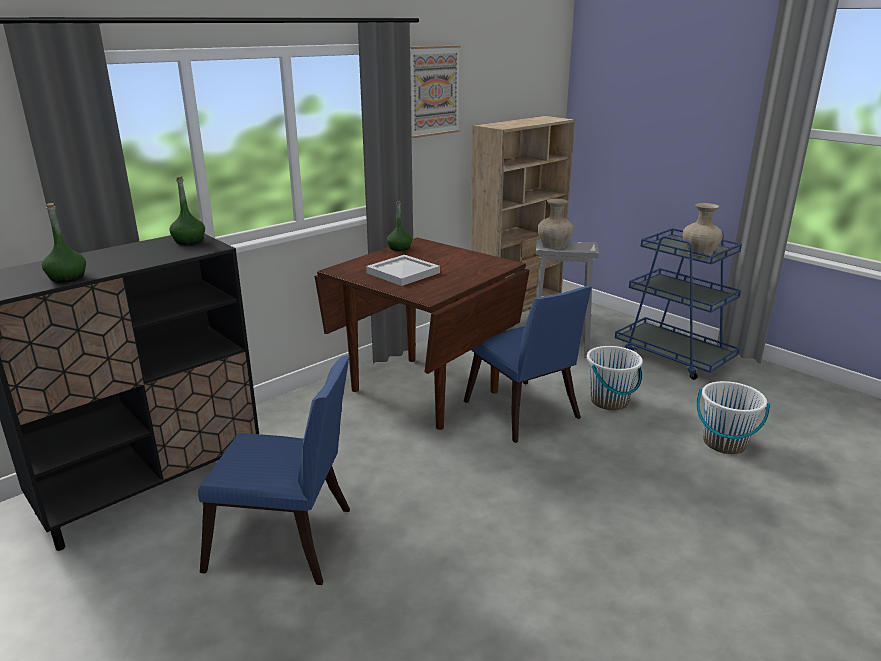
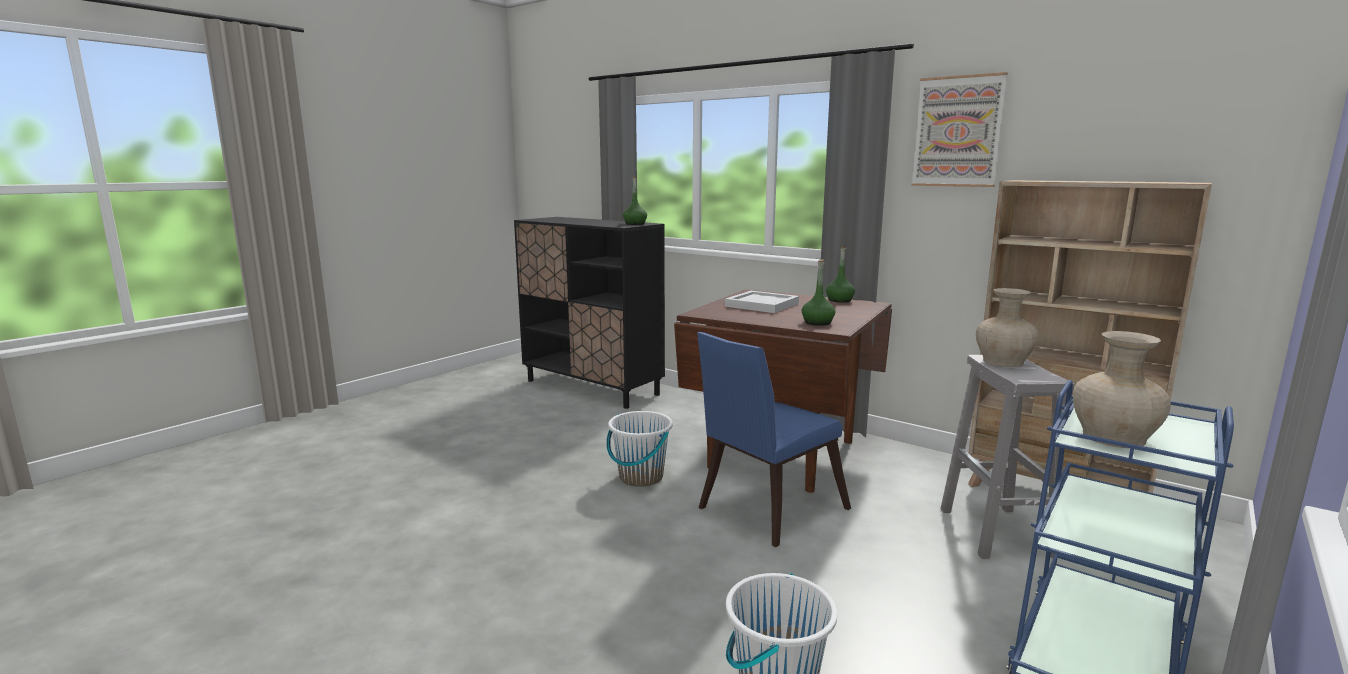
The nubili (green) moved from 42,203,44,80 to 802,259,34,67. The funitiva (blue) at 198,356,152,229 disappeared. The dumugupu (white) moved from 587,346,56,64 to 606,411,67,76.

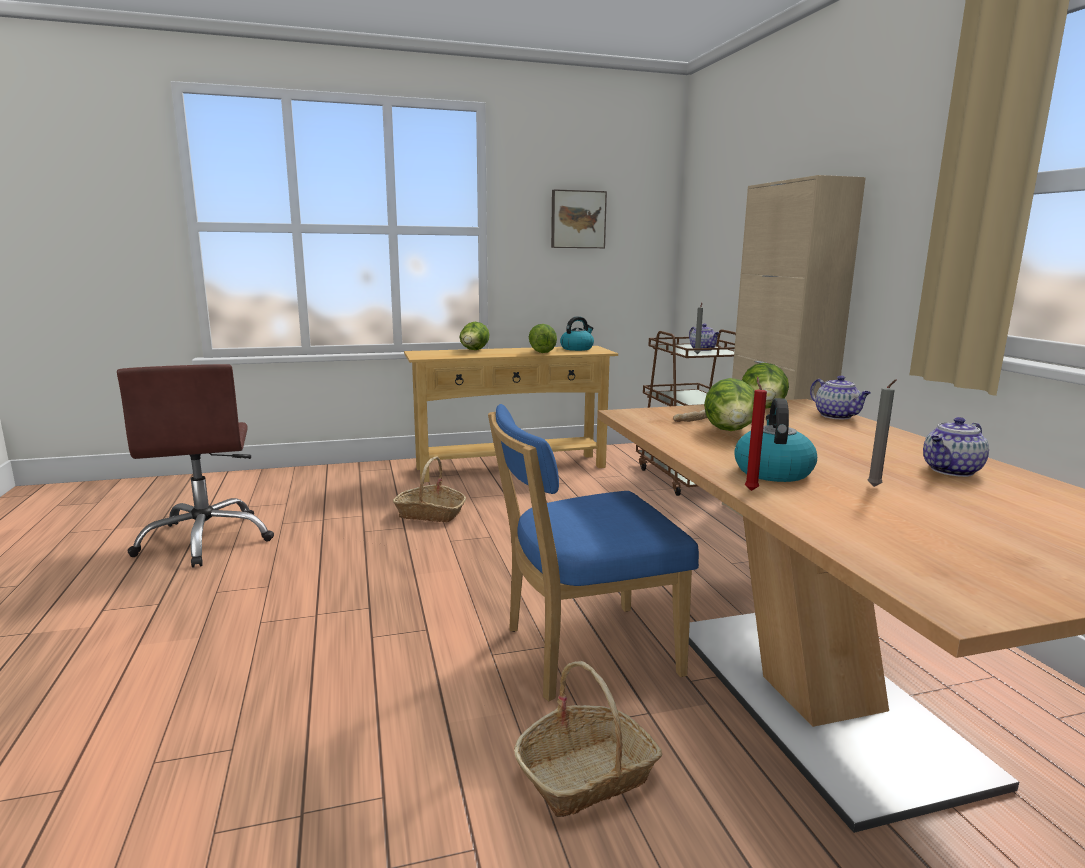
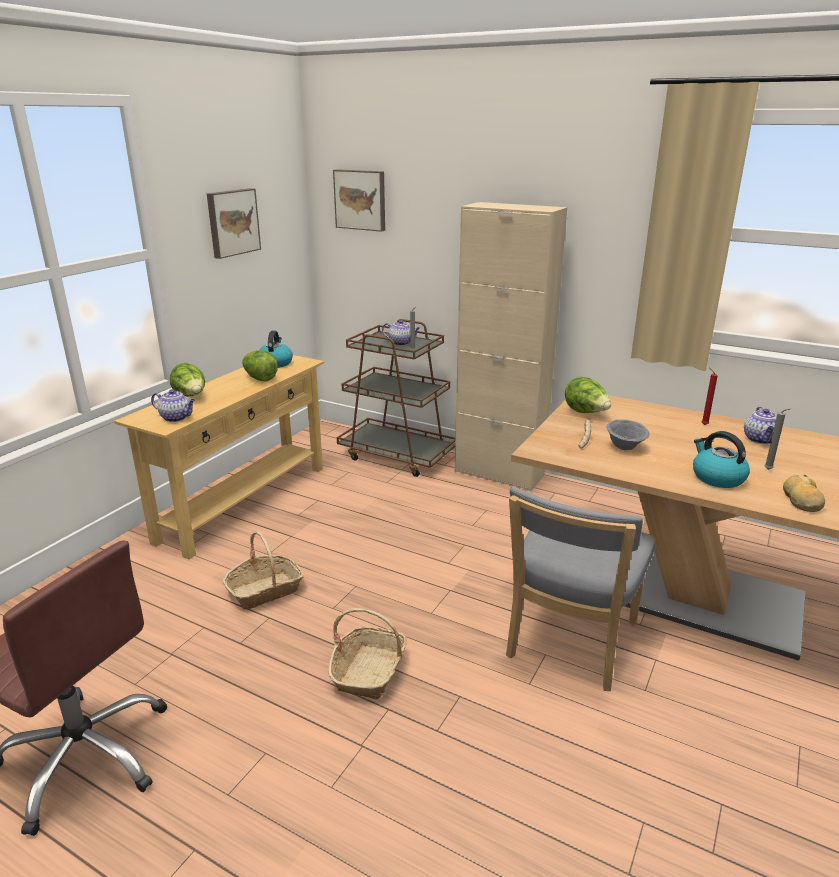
The funitiva (blue) at 488,404,211,297 became the funitiva (grey) at 506,487,149,204. The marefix moved from 514,661,148,156 to 328,608,79,91. The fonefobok at 704,378,51,53 was replaced by the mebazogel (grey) at 606,419,43,31. The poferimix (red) moved from 745,377,22,114 to 702,368,16,57. The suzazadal moved from 810,375,61,45 to 151,389,44,33. The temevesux at 333,169,52,63 appeared. The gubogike at 783,475,42,37 appeared.

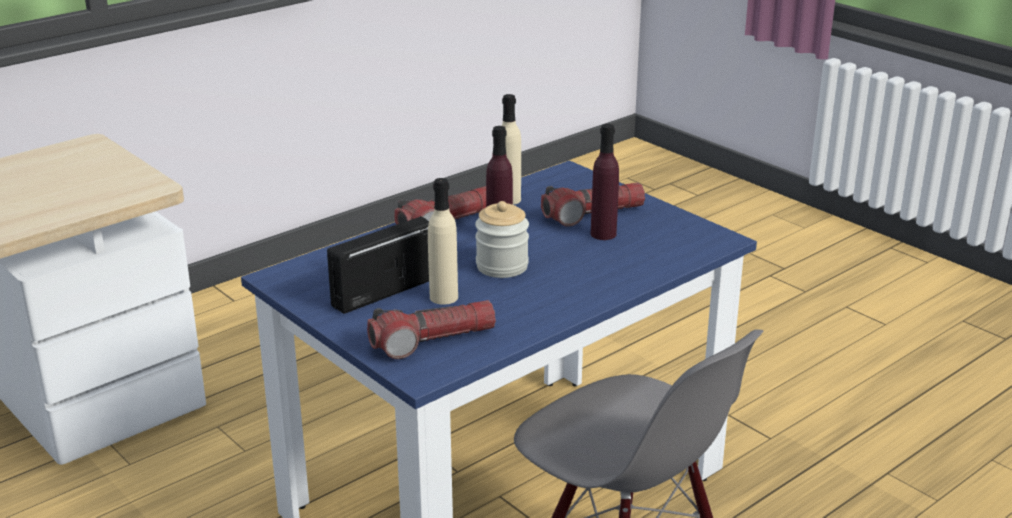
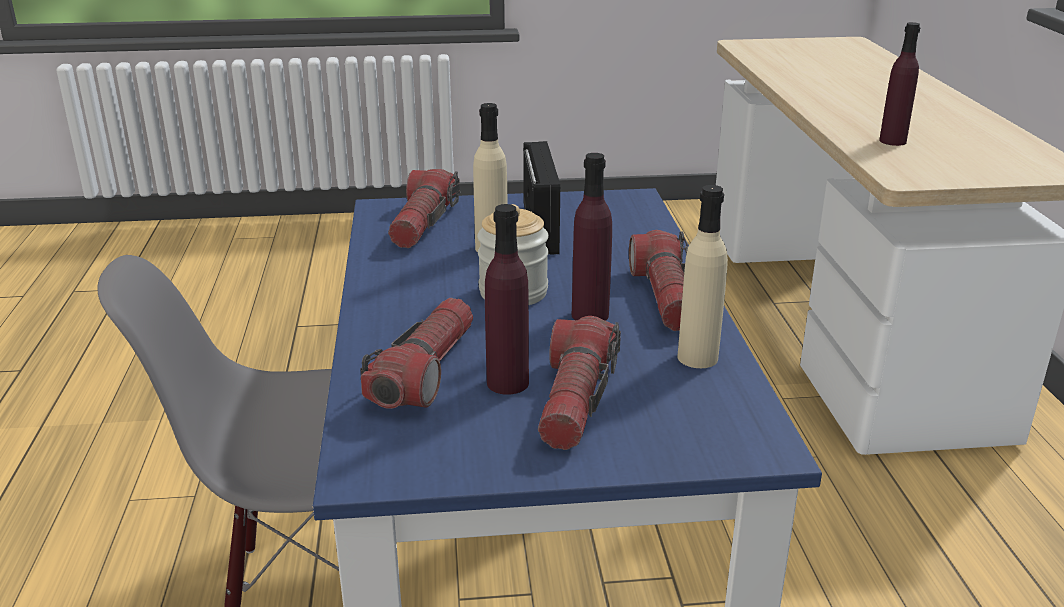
The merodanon at 361,298,112,111 appeared. The nubili (purple) at 879,22,41,124 appeared.

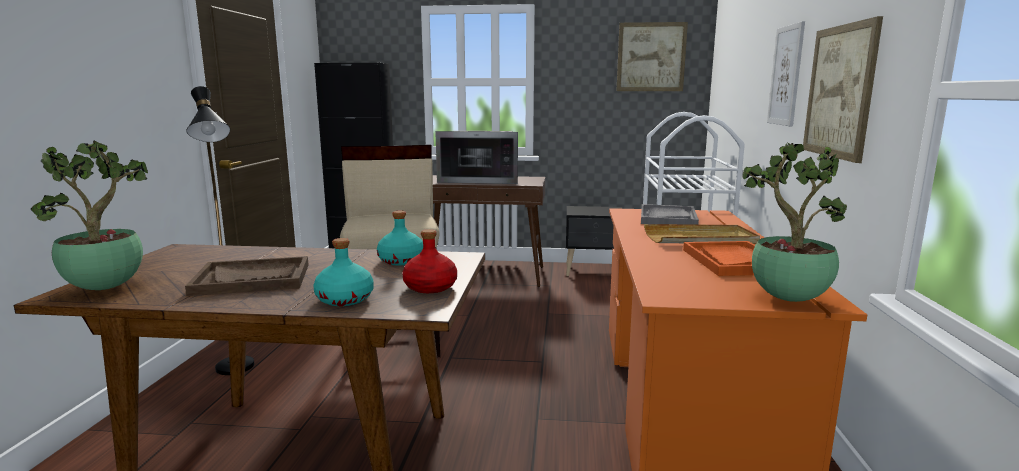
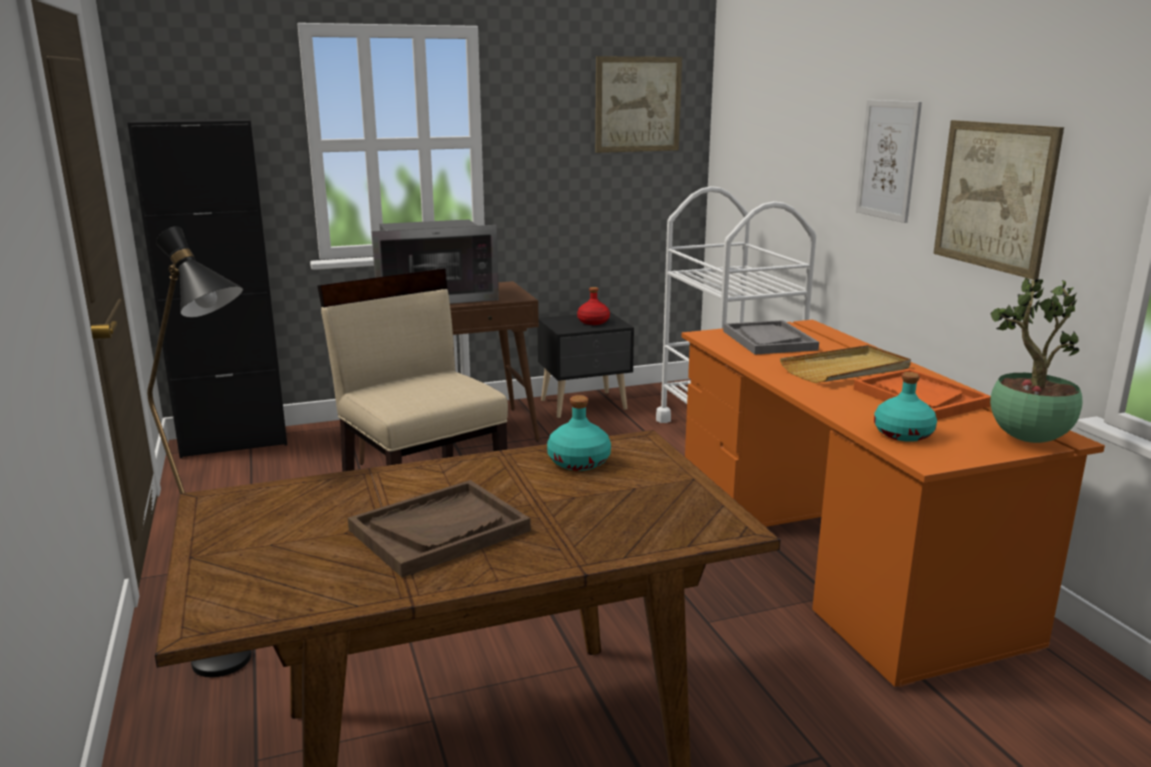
The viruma at 31,140,117,150 disappeared. The nubili (turquoise) moved from 313,238,60,68 to 874,372,63,70. The nubili (red) moved from 402,229,55,64 to 577,287,33,38.

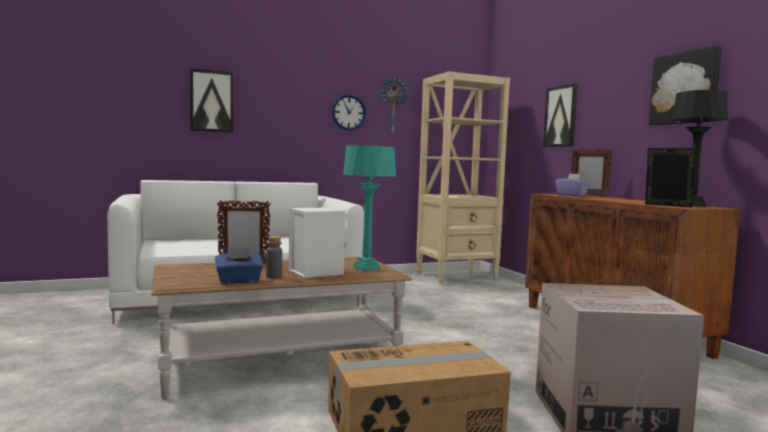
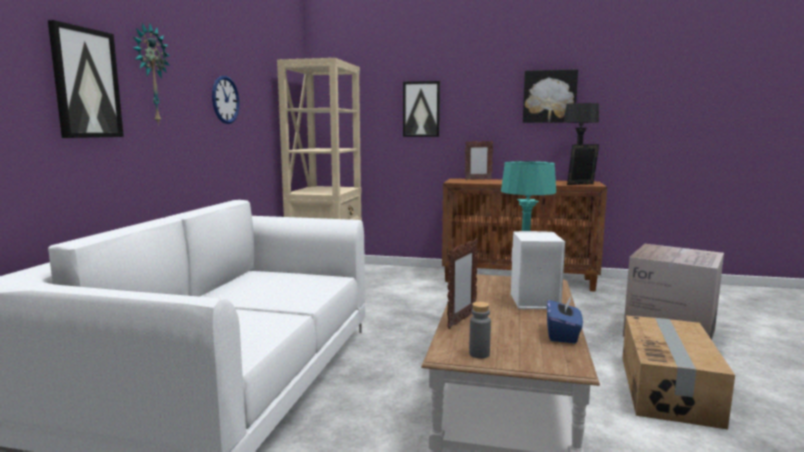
The nubili (grey) moved from 266,236,16,43 to 469,302,22,57. The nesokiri moved from 380,77,28,56 to 133,23,37,102. The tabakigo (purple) at 555,173,35,23 disappeared.

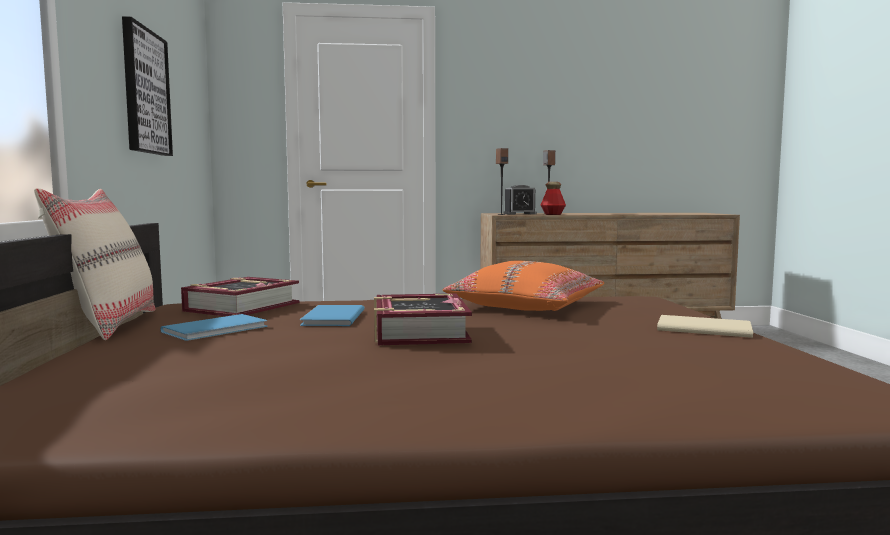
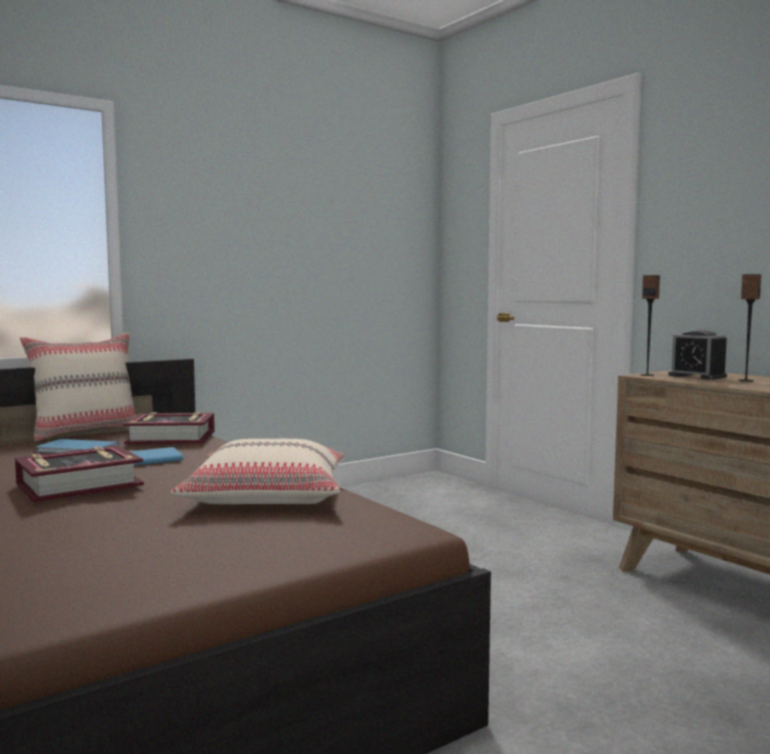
The temevesux at 122,16,51,140 disappeared. The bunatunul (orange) at 443,261,161,50 became the bunatunul (beige) at 171,439,174,65. The nubili at 541,182,25,33 disappeared. The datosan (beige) at 657,315,96,23 disappeared.

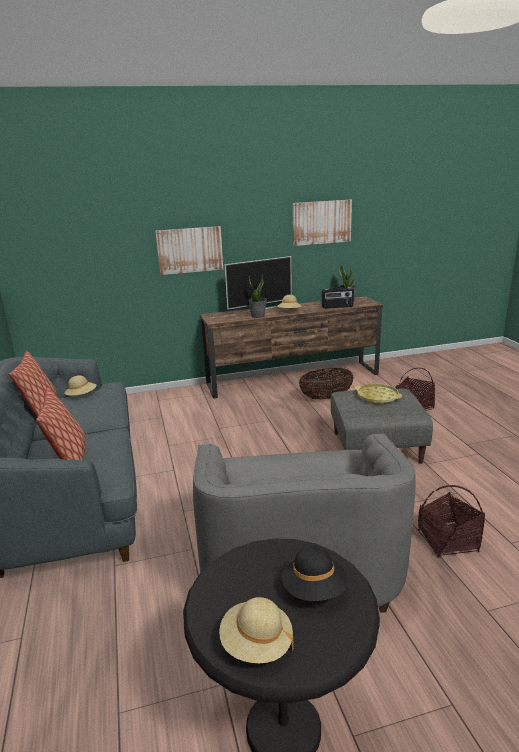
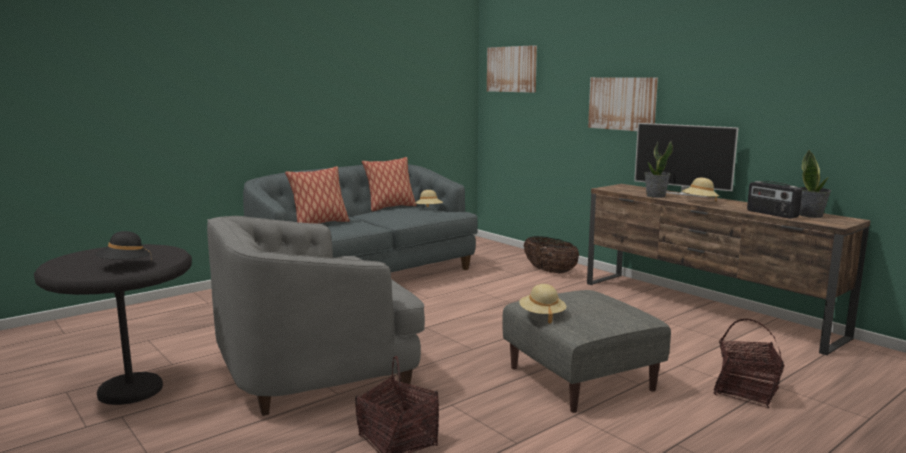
The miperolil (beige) moved from 219,597,75,66 to 519,284,47,40. The temevesux moved from 293,200,59,46 to 487,45,50,48. The marefix moved from 299,368,55,32 to 524,236,55,37. The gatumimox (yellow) at 355,384,47,20 disappeared.

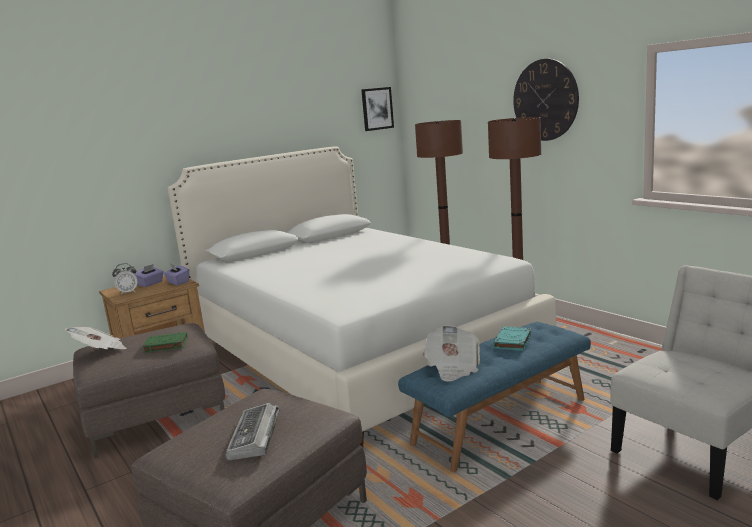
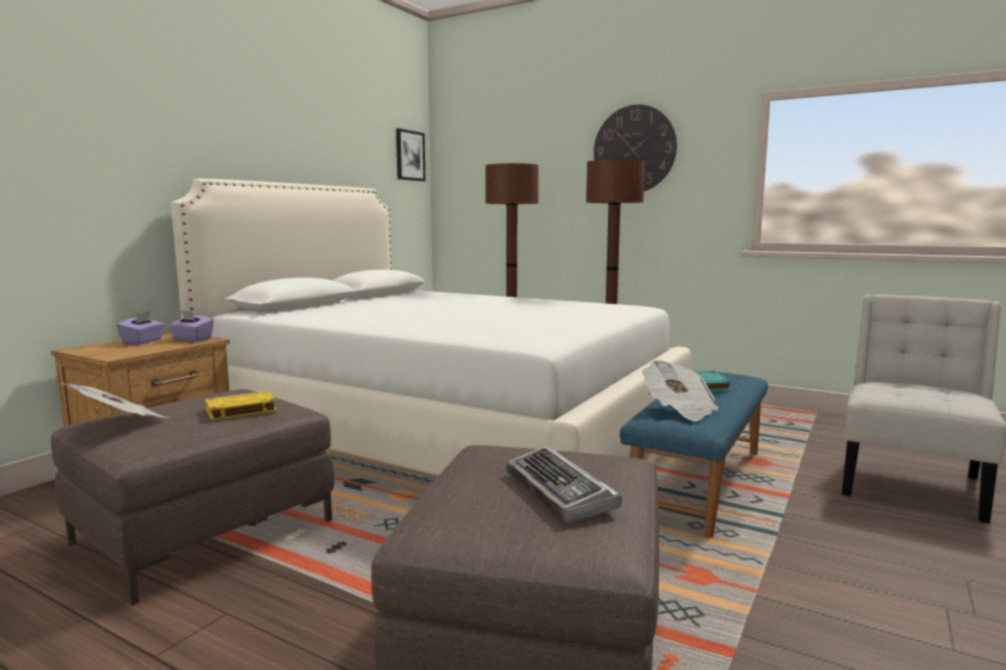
The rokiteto at 112,263,25,32 disappeared. The datosan (green) at 142,332,46,21 became the datosan (yellow) at 205,391,72,29.

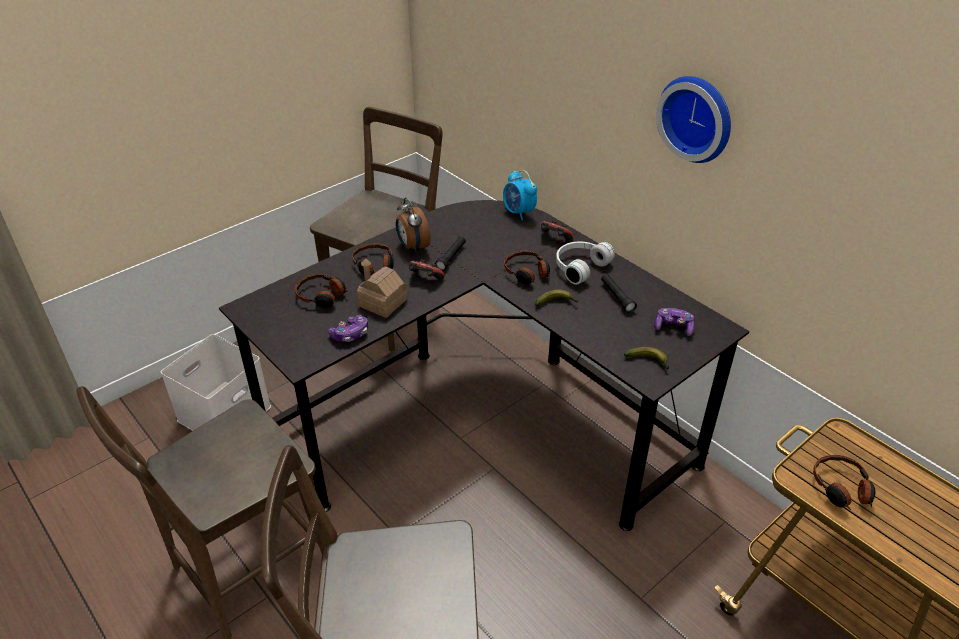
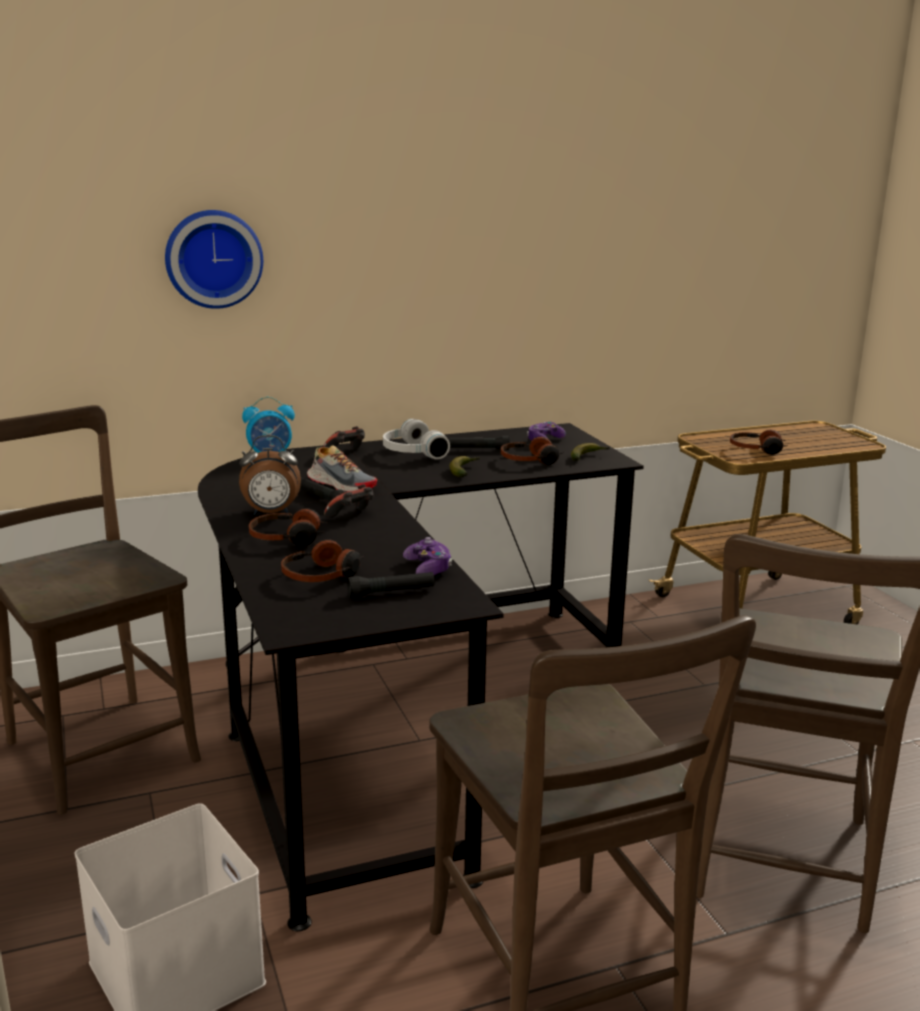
The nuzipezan at 357,258,50,60 disappeared. The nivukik moved from 504,251,46,34 to 501,437,63,28. The nesokiri moved from 656,76,75,87 to 165,210,98,99. The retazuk at 307,445,70,47 appeared. The merodanon (black) at 347,572,87,26 appeared.

